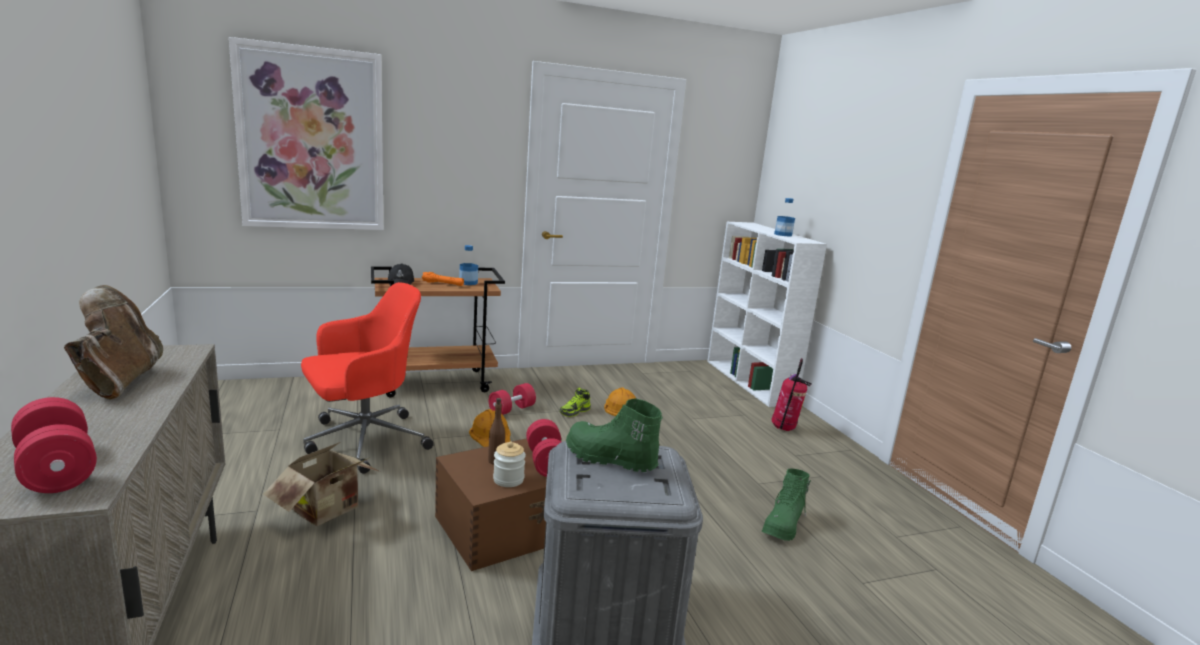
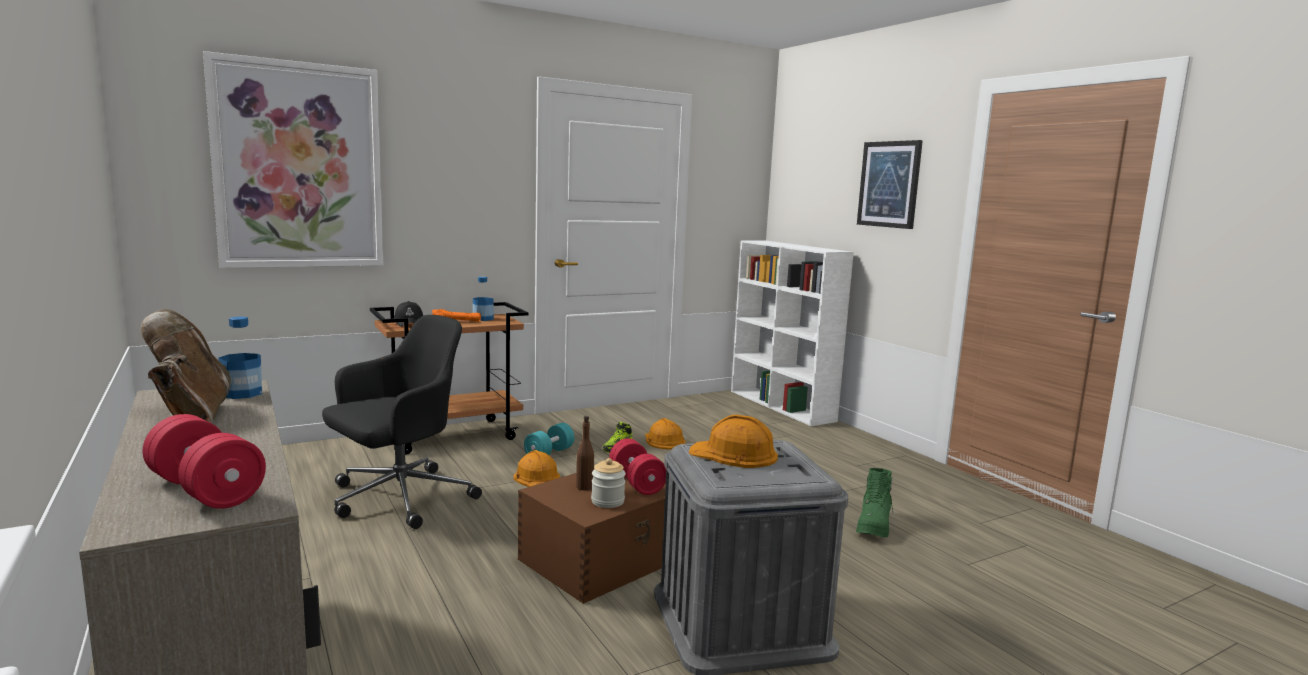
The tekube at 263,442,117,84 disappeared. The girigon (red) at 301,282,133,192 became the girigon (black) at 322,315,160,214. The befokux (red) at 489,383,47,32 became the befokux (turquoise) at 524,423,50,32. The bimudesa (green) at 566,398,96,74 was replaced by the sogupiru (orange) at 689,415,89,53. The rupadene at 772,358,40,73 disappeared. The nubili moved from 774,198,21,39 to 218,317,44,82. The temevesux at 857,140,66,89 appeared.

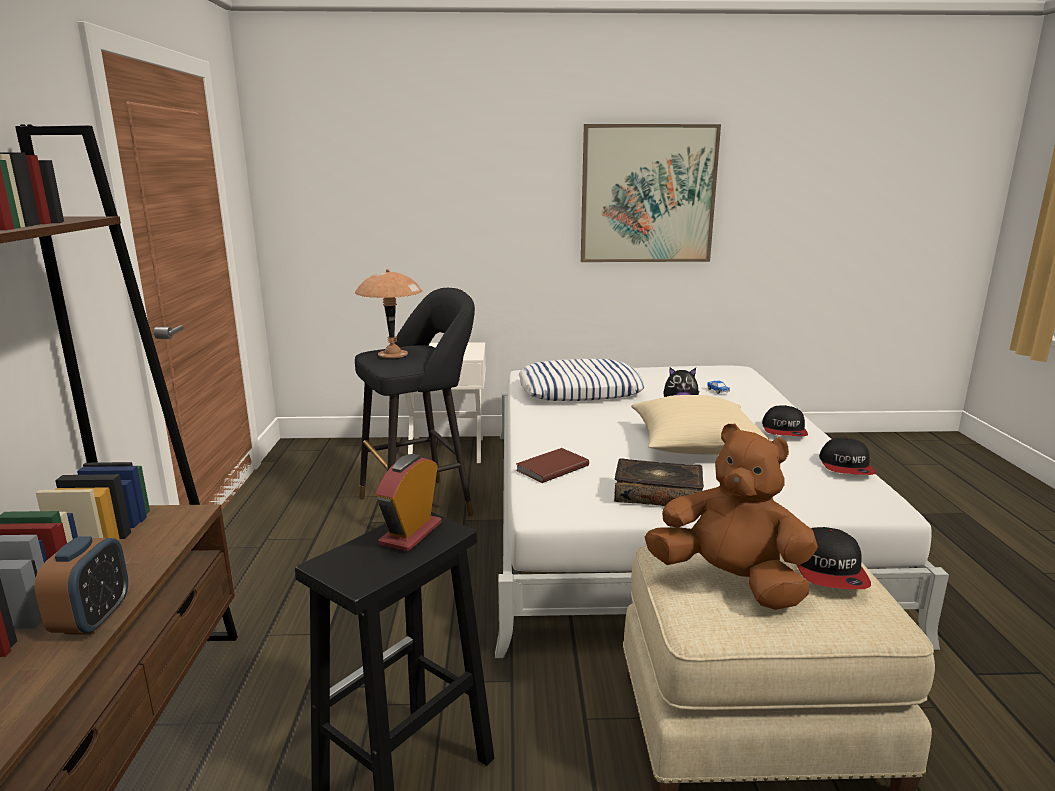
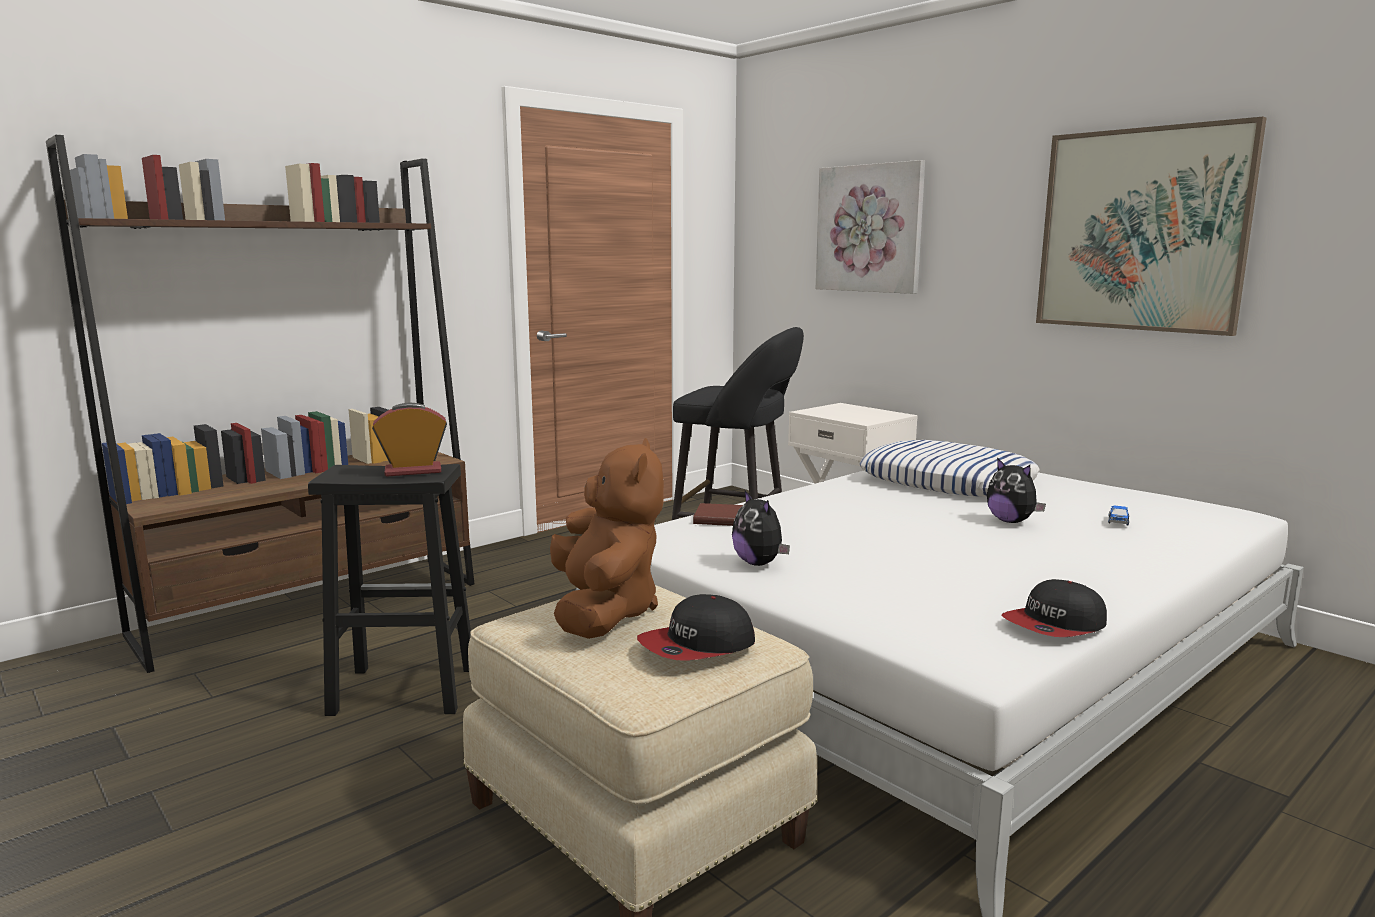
The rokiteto at 35,536,93,98 disappeared. The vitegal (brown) at 355,269,68,89 disappeared. The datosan at 614,458,90,48 was replaced by the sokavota at 732,491,58,75. The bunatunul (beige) at 631,395,138,60 disappeared. The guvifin at 762,405,46,31 disappeared. The temevesux at 816,160,109,134 appeared.

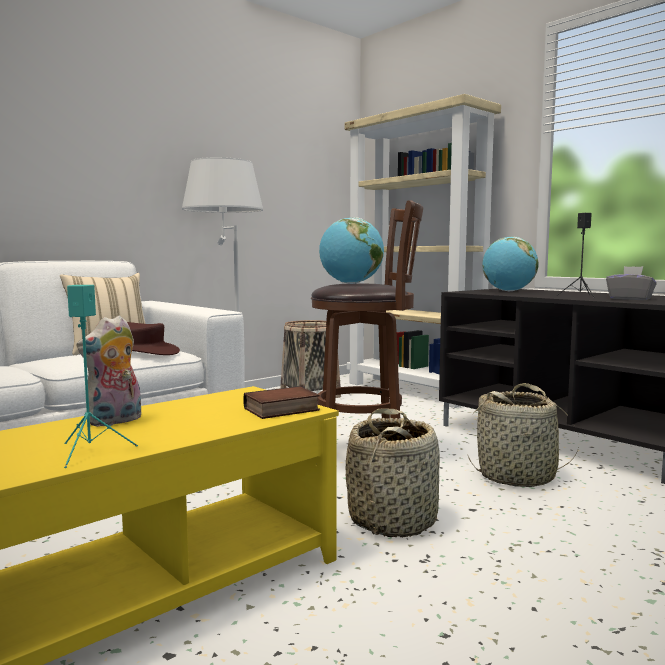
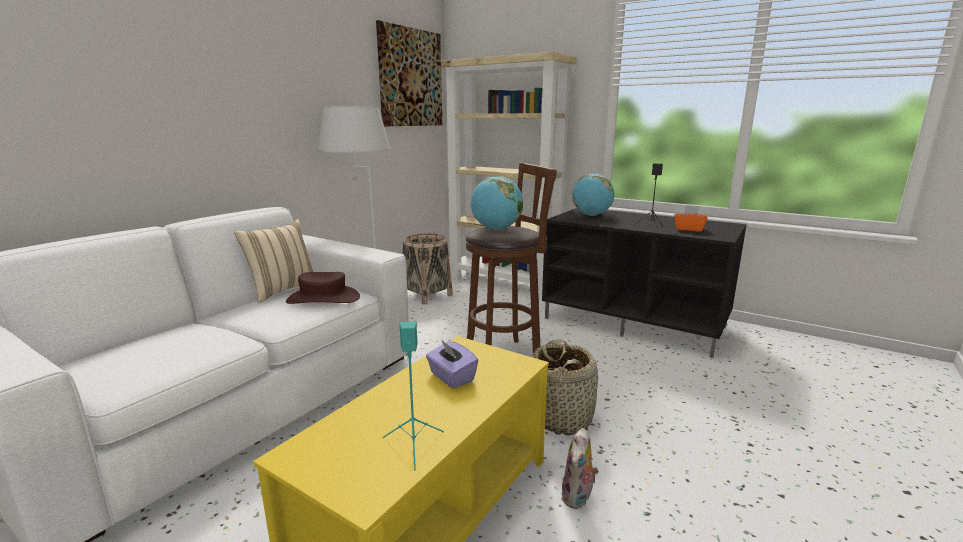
The sokavota moved from 76,315,65,112 to 561,428,38,81. The datosan at 243,386,77,33 disappeared. The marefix at 467,383,112,104 disappeared. The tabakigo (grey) at 606,266,51,34 became the tabakigo (orange) at 674,205,34,27. The temevesux at 376,20,66,106 appeared. The tabakigo (purple) at 426,341,52,47 appeared.

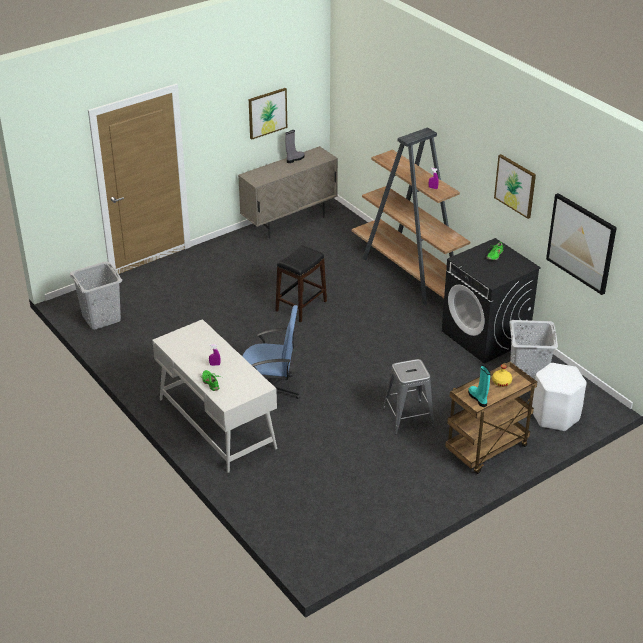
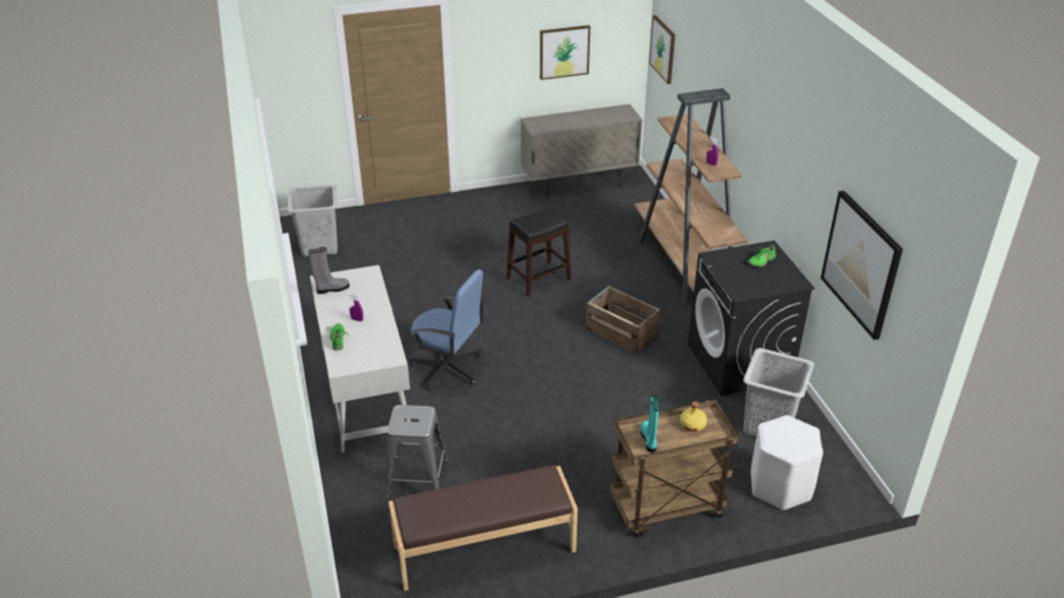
The bimudesa (grey) moved from 285,130,20,33 to 309,247,41,47. The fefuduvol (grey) moved from 383,359,52,76 to 385,405,63,94. The temevesux moved from 494,154,42,65 to 649,15,26,69. The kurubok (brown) at 389,465,189,126 appeared. The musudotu at 586,286,74,69 appeared.

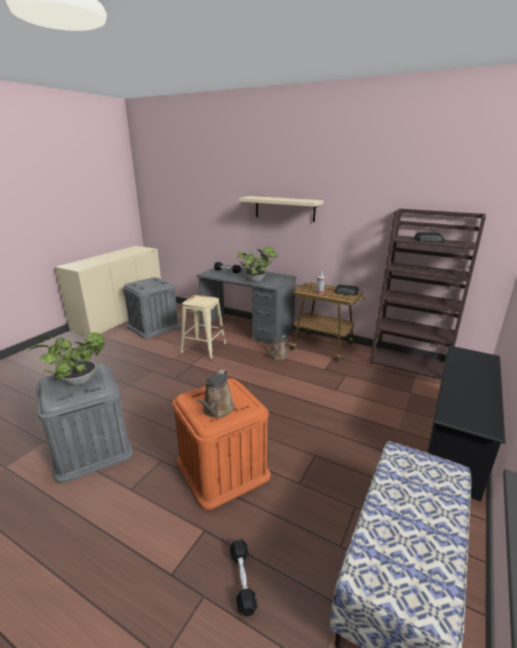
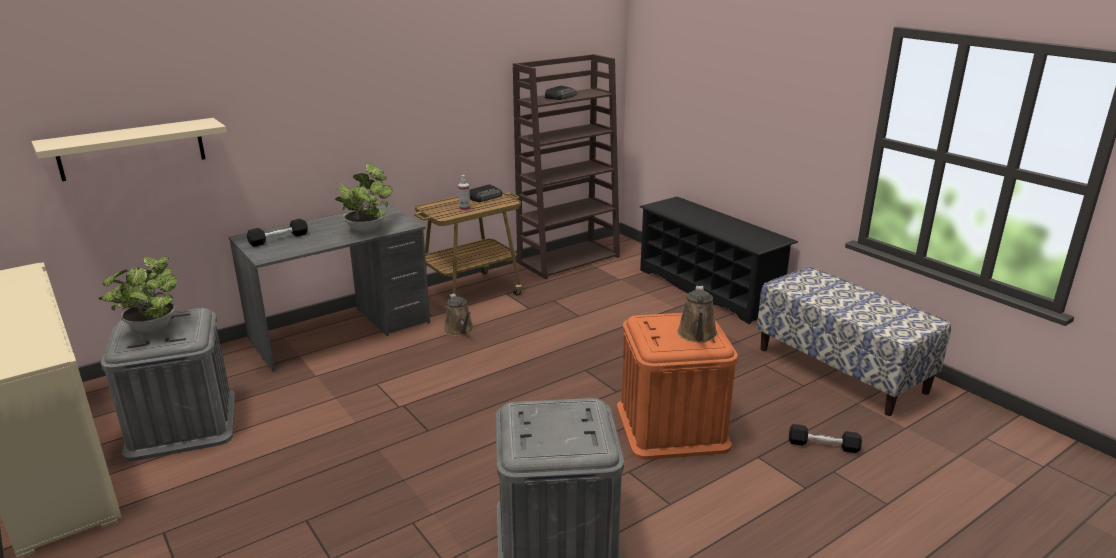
The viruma moved from 29,333,76,53 to 99,256,78,77. The fefuduvol (beige) at 180,295,47,65 disappeared. The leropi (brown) at 197,370,38,48 turned 60 degrees clockwise. The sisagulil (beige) moved from 239,196,85,26 to 31,118,196,63.

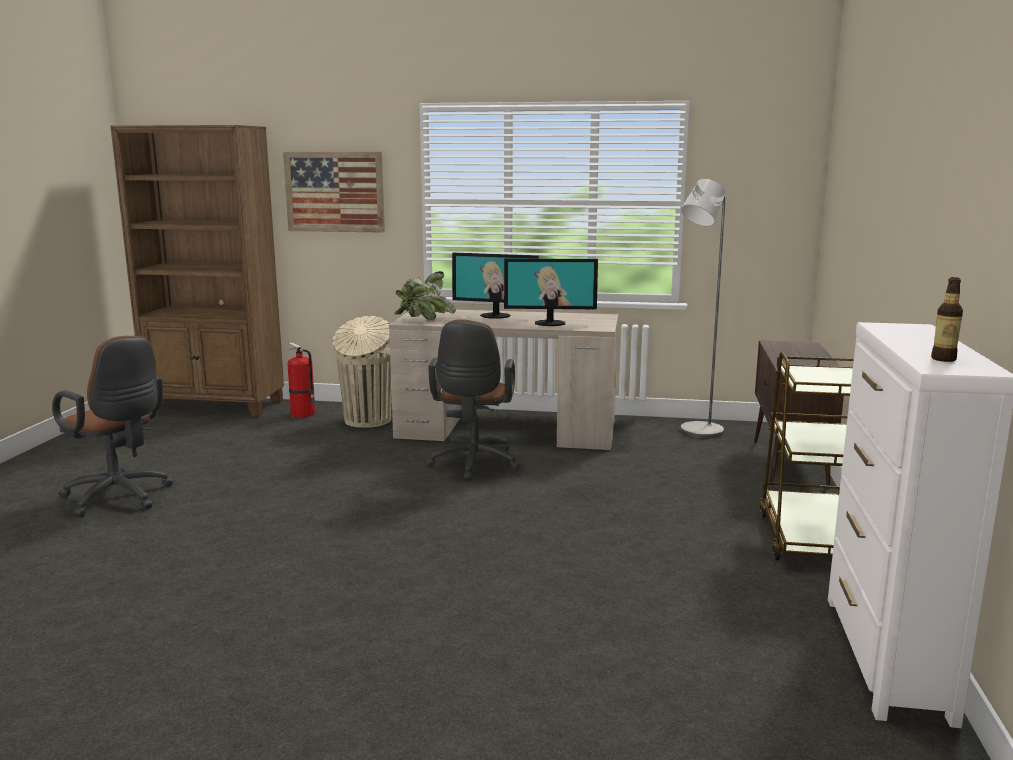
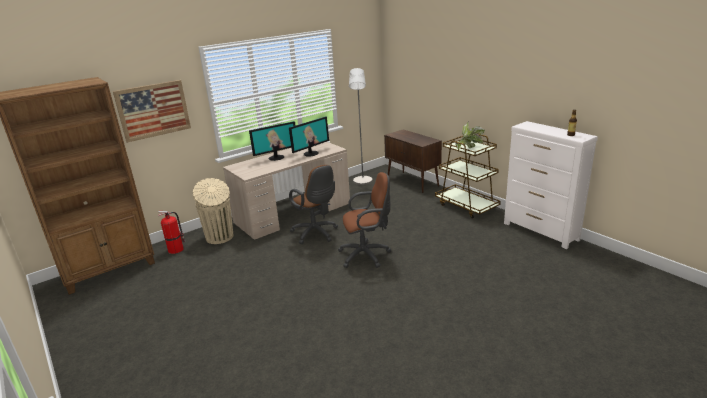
The girigon (brown) moved from 52,336,121,181 to 338,172,53,96. The viruma moved from 394,271,62,49 to 455,122,30,28.

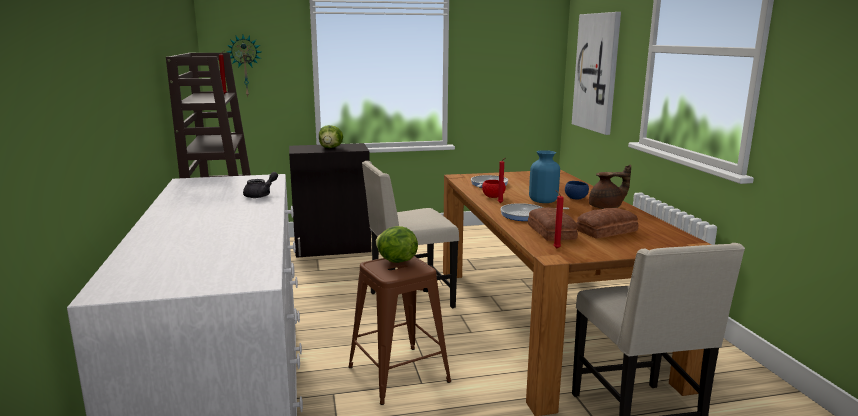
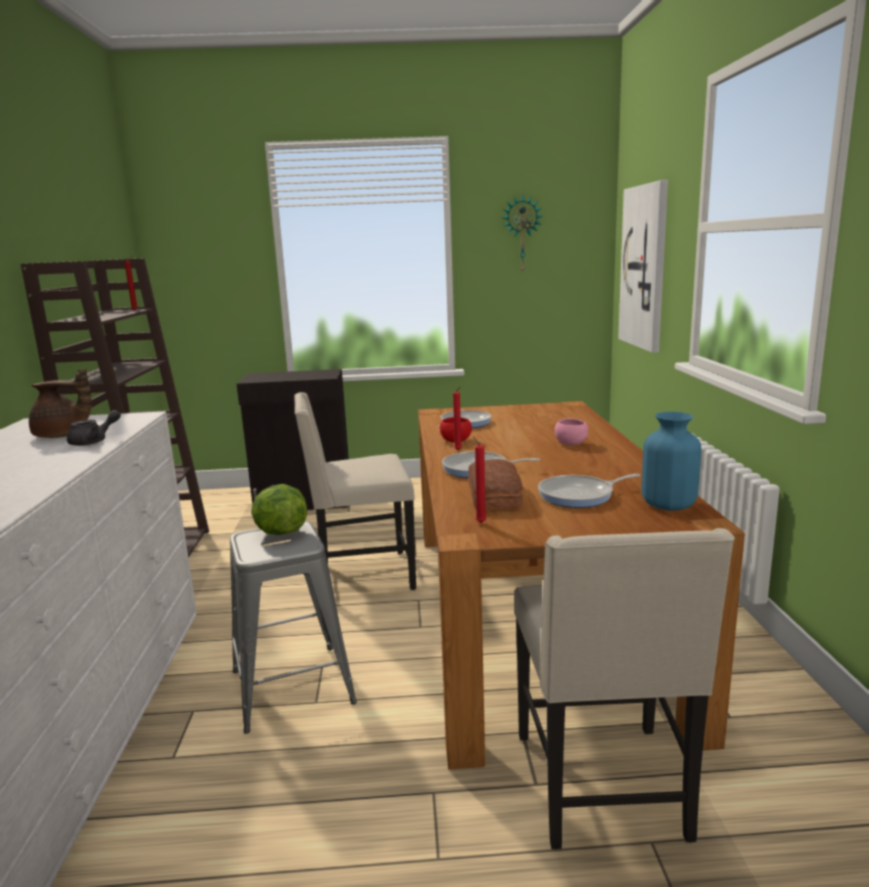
The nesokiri moved from 227,35,34,62 to 503,195,40,79. The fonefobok at 319,125,24,23 disappeared. The fefuduvol (brown) at 348,256,103,149 became the fefuduvol (grey) at 230,521,127,213. The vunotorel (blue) moved from 529,150,31,53 to 642,412,59,98. The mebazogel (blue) at 565,181,24,18 became the mebazogel (pink) at 554,419,34,26. The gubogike at 576,208,62,31 was replaced by the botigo at 538,474,103,34. The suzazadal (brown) moved from 589,165,42,44 to 29,368,63,70.

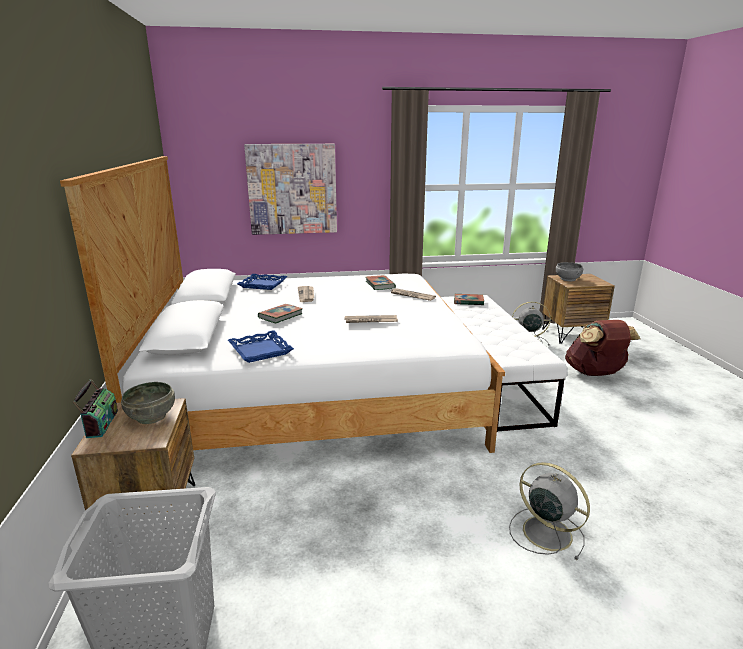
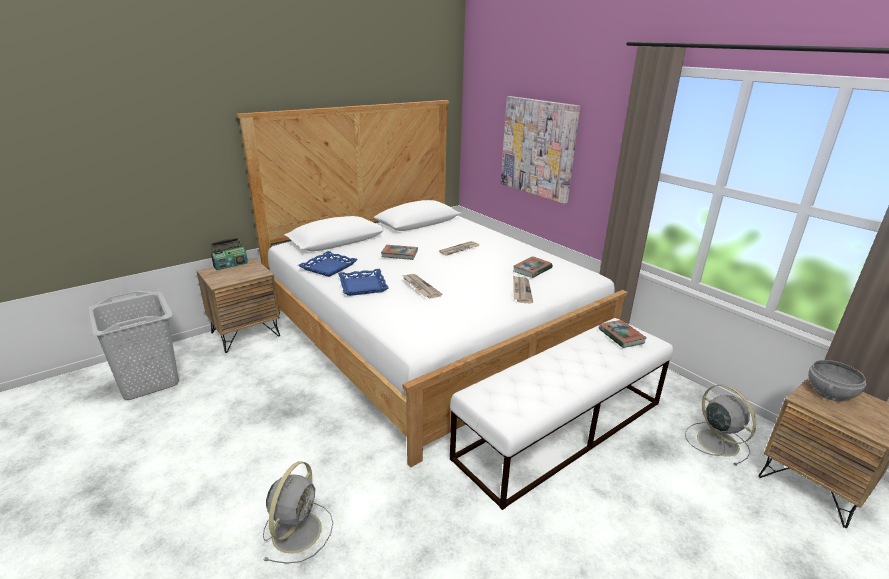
The mebazogel (grey) at 121,382,54,42 disappeared. The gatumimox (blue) moved from 237,274,51,16 to 338,269,51,27. The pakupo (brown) at 565,320,76,56 disappeared.

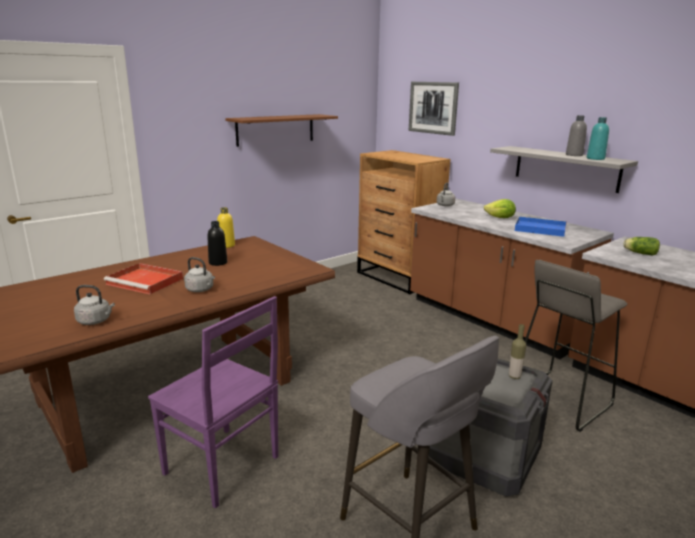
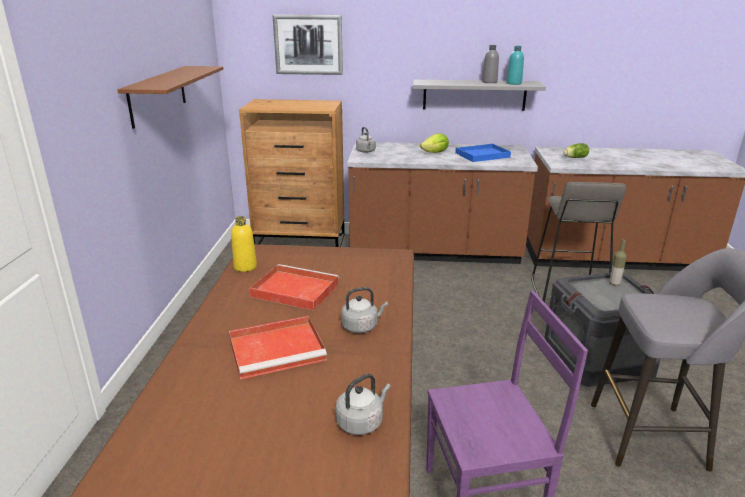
The nubili (black) at 207,221,20,45 was replaced by the gatumimox (red) at 249,264,90,47.

